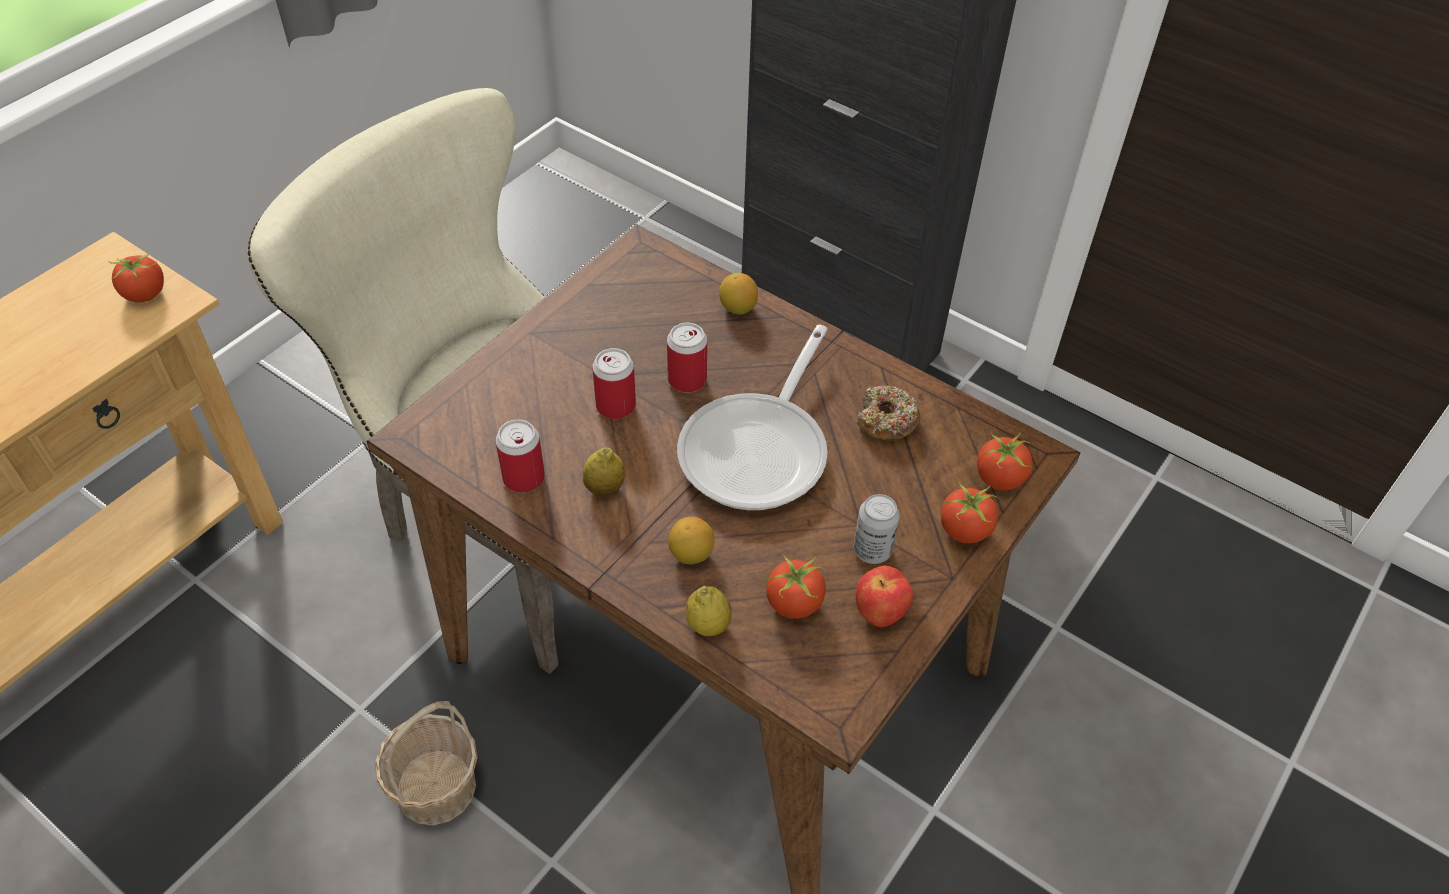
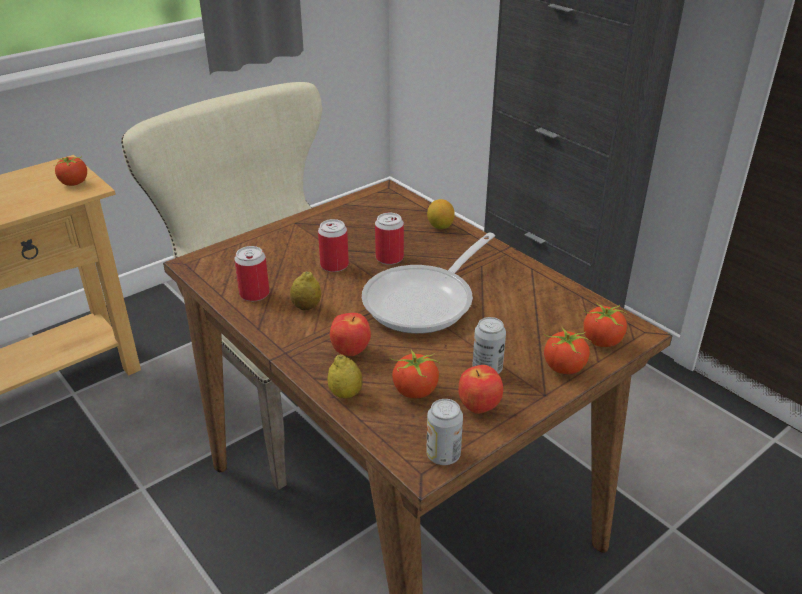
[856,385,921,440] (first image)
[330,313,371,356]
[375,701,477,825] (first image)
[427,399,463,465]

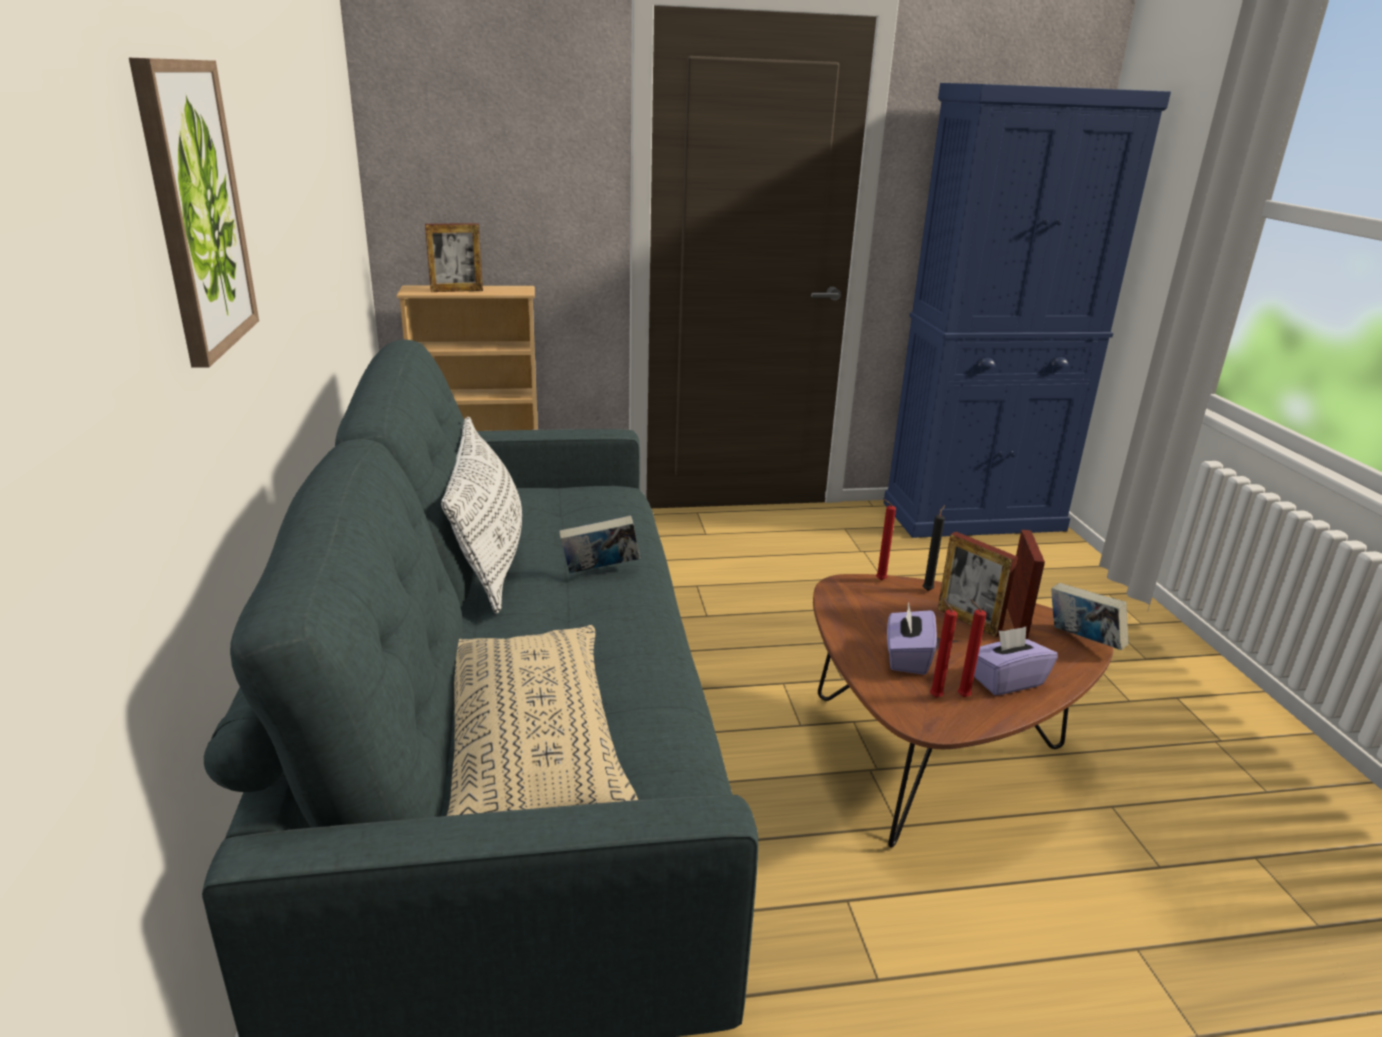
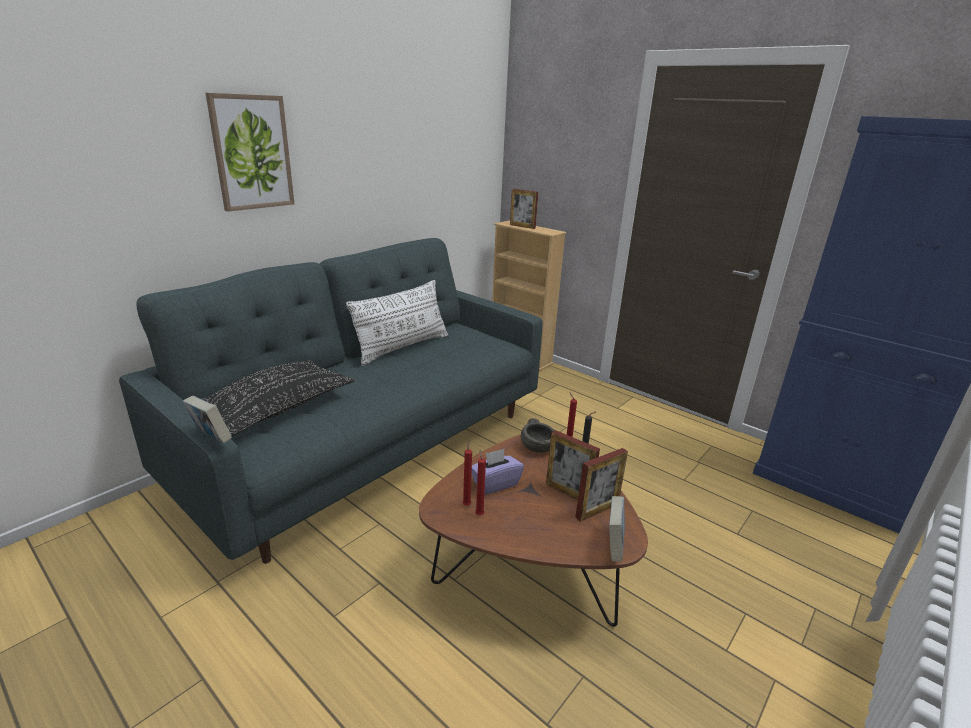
[183,396,232,443]
[546,430,600,500]
[202,360,354,436]
[974,627,1058,695] (first image)
[521,418,554,453]

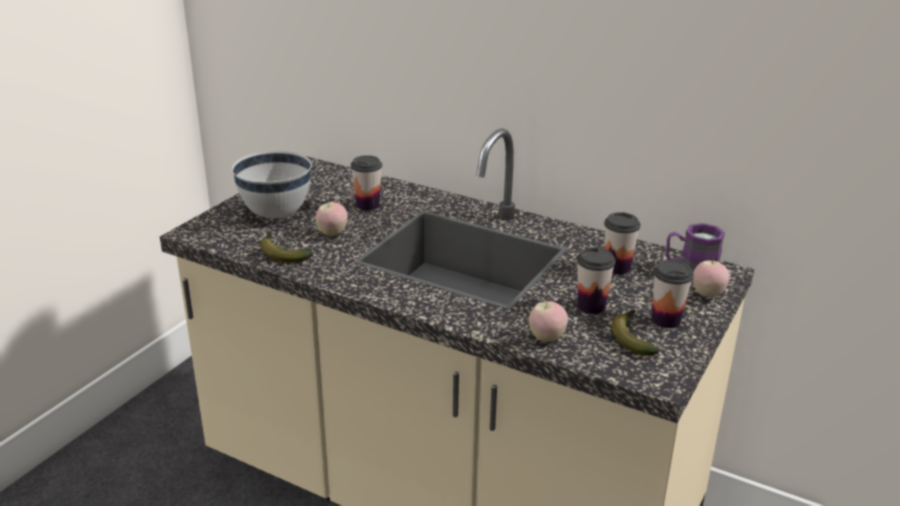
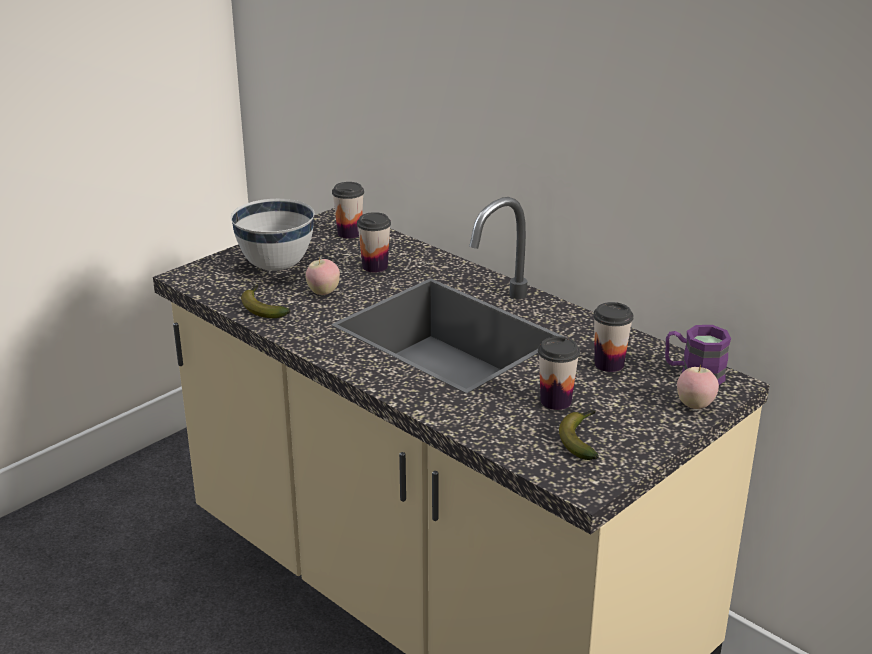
[332,182,364,239]
[529,300,568,342] (first image)

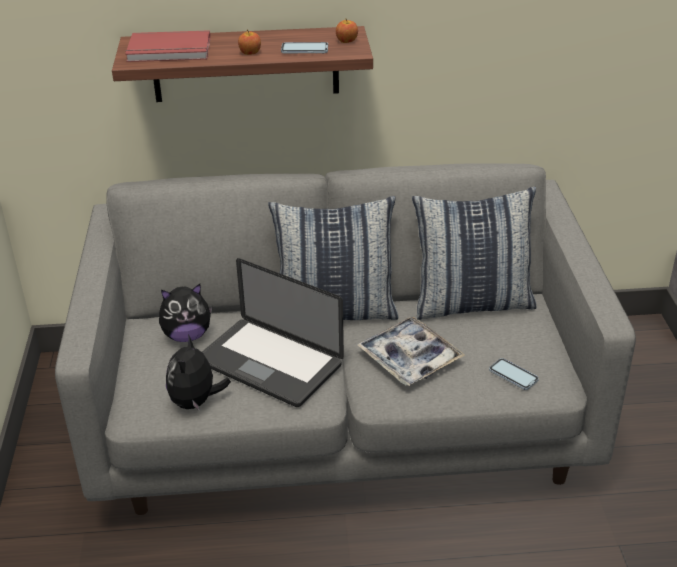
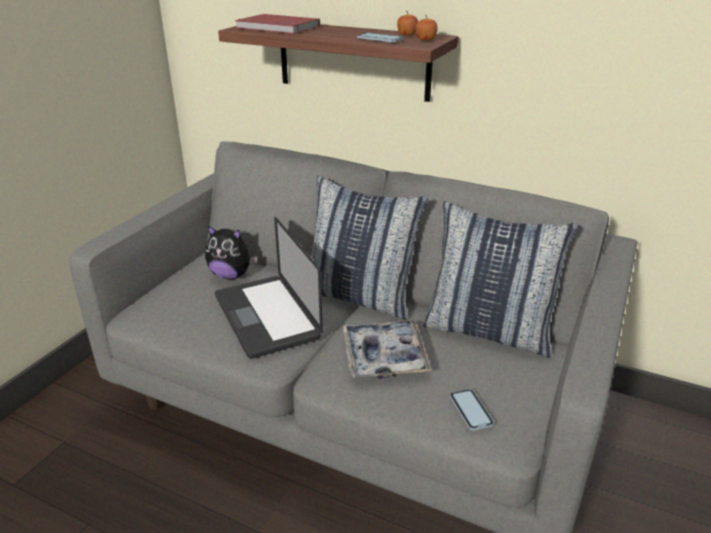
[397,11,418,36]
[166,335,231,411] (first image)

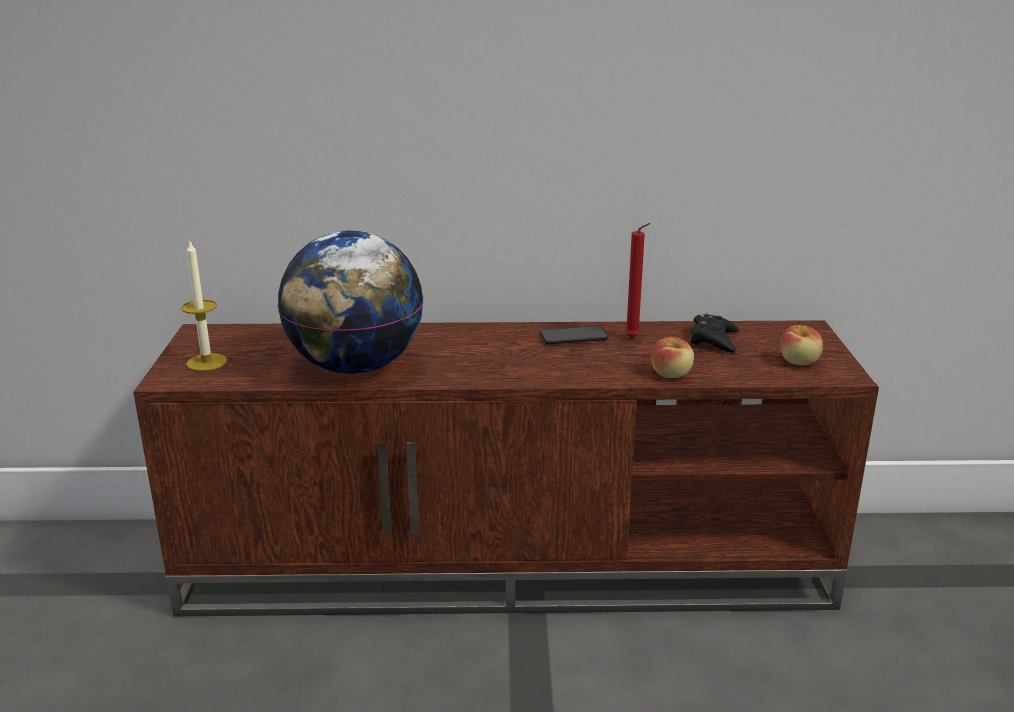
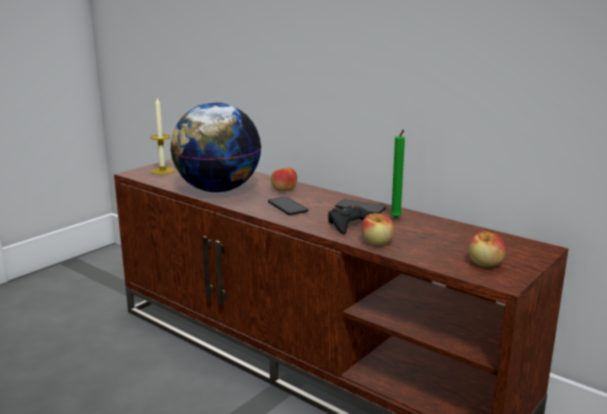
[390,130,405,218]
[328,205,371,234]
[271,167,297,192]
[268,197,308,215]

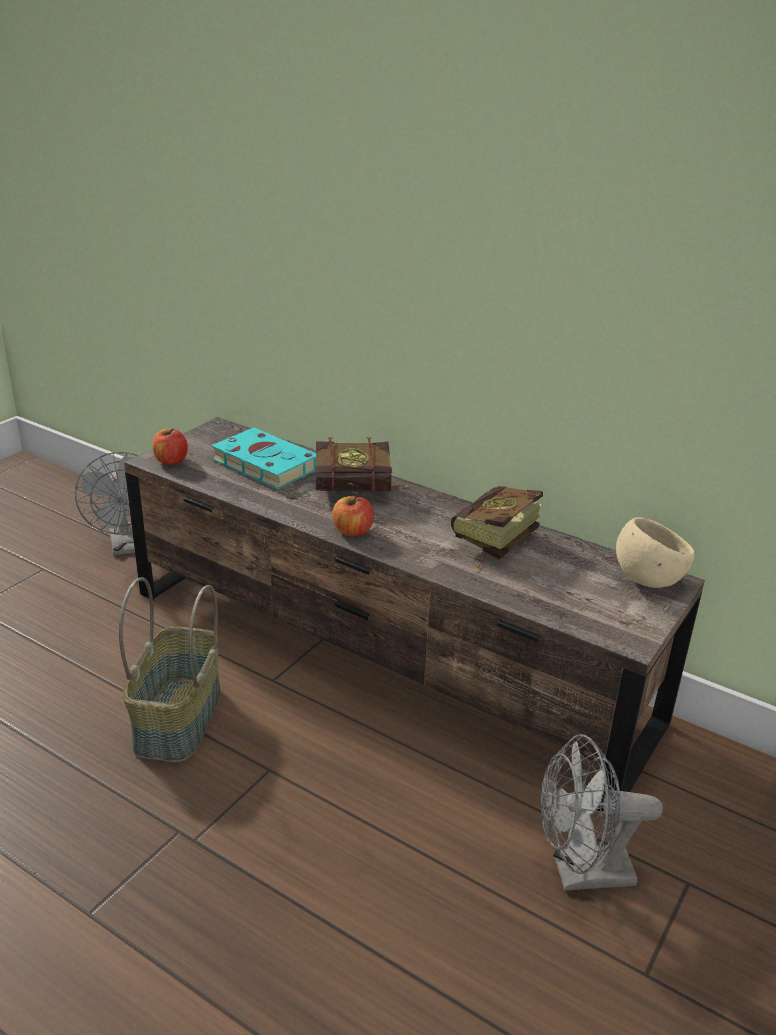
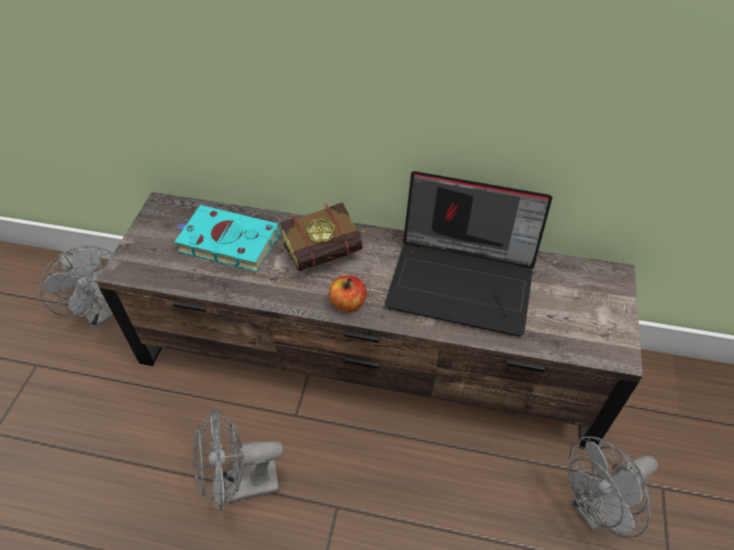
[152,429,188,465] (first image)
[385,171,552,336]
[616,517,694,588] (first image)
[192,408,284,511]

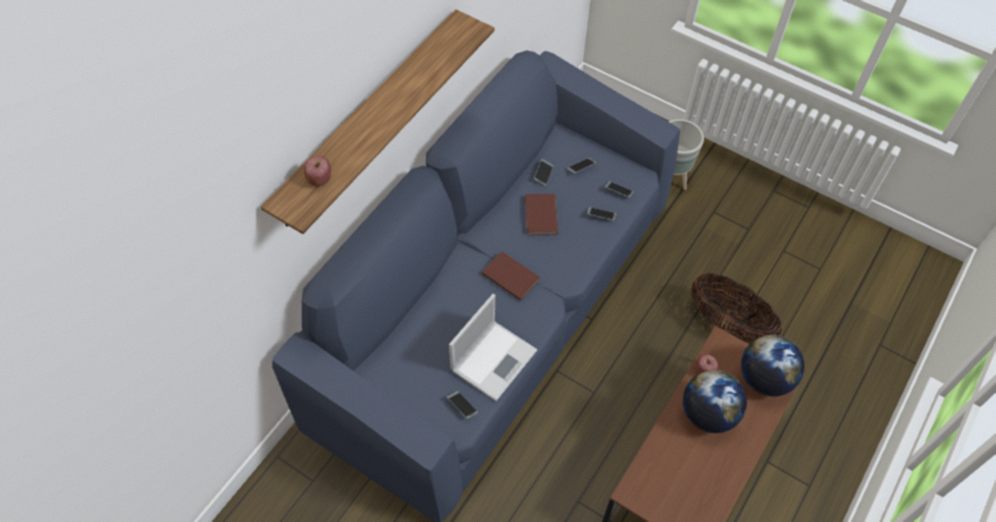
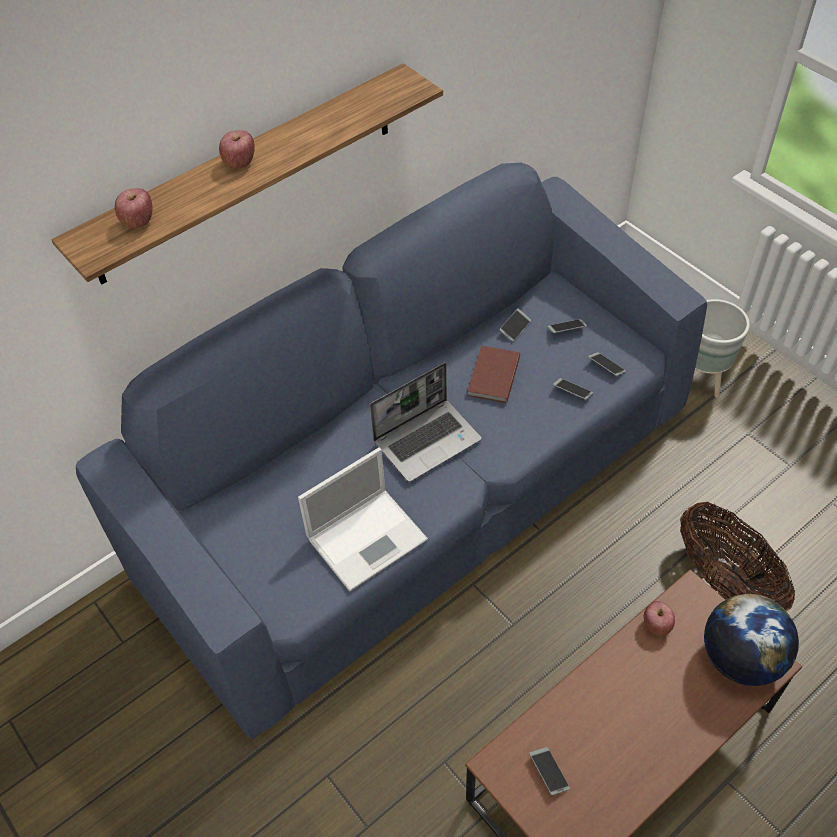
[370,362,482,482]
[683,370,747,433] (first image)
[529,747,570,795]
[219,130,255,169]

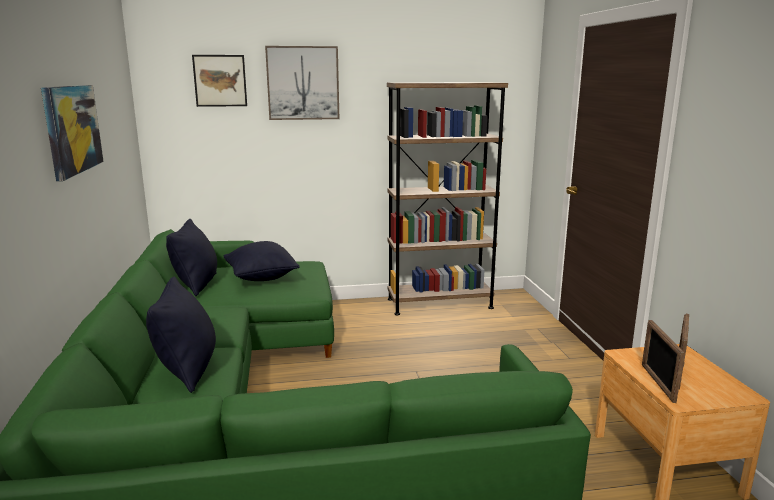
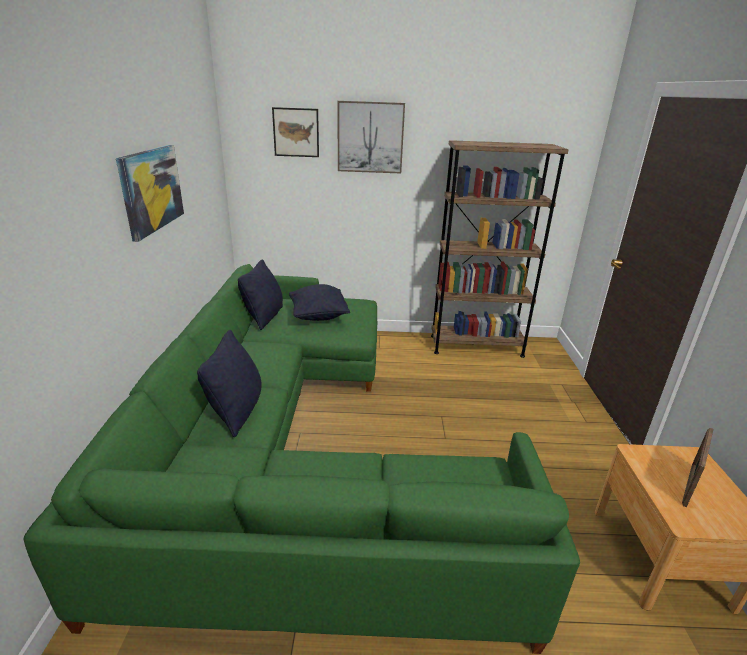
[642,320,685,403] (first image)

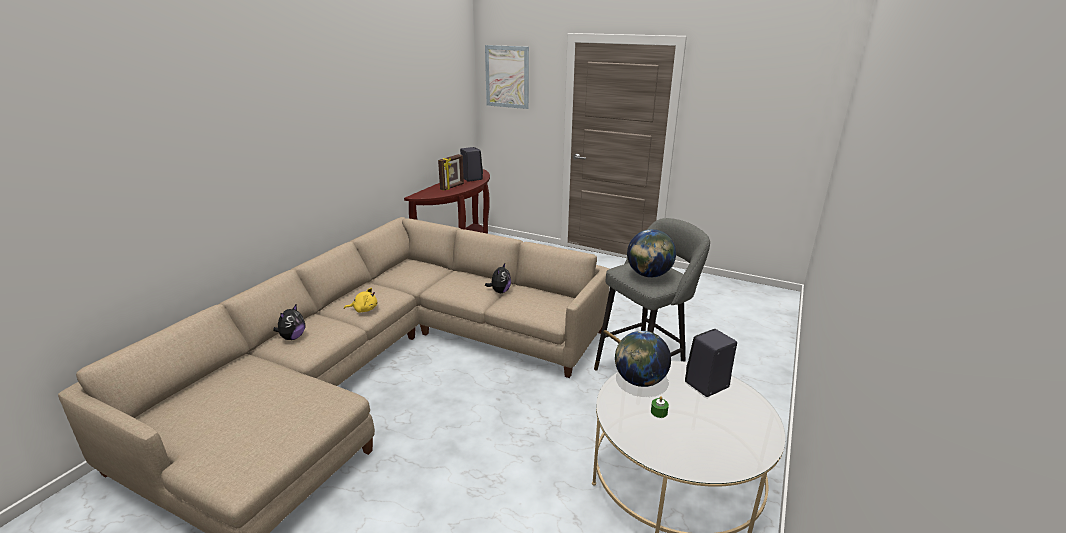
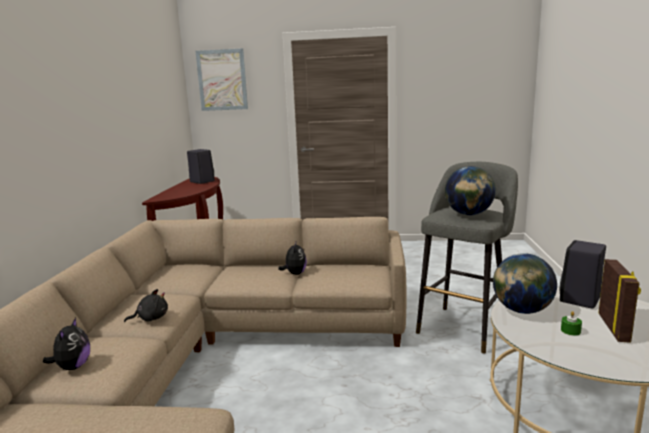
[598,259,641,343]
[124,289,168,322]

